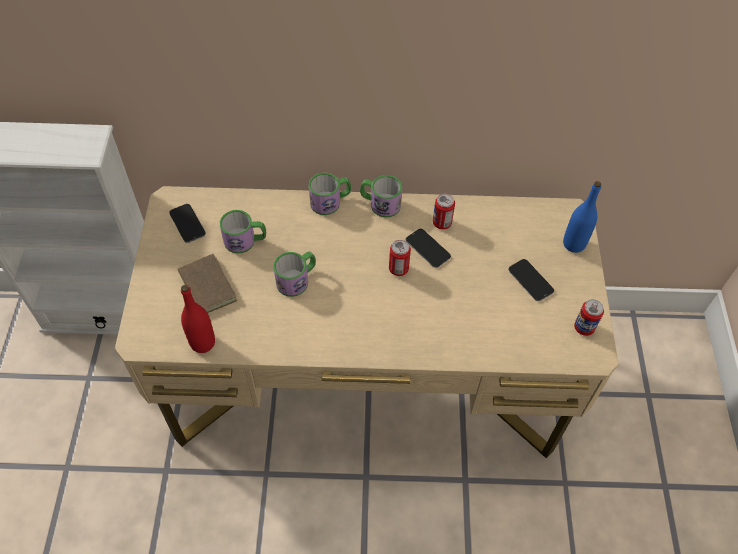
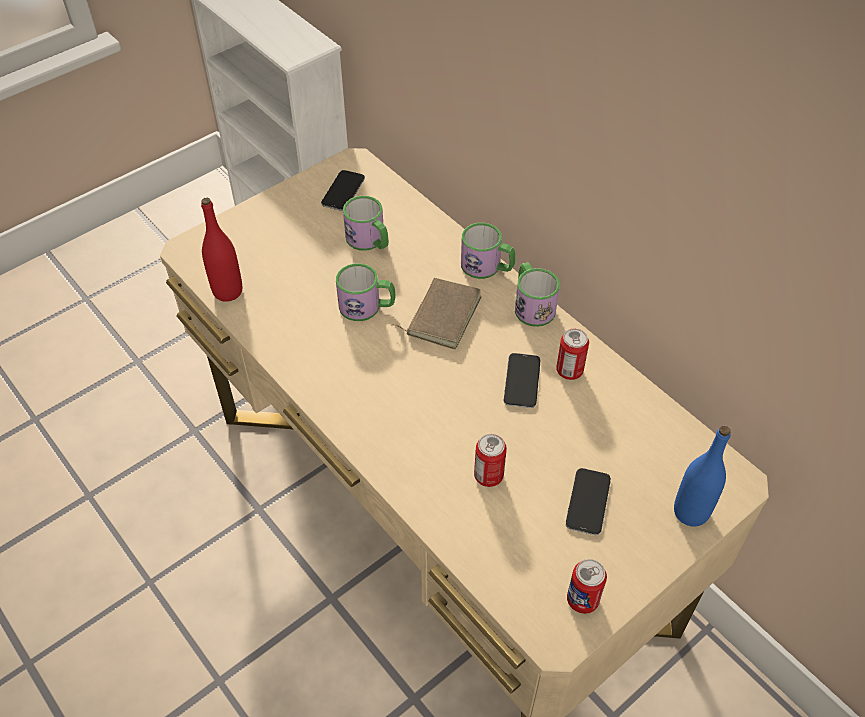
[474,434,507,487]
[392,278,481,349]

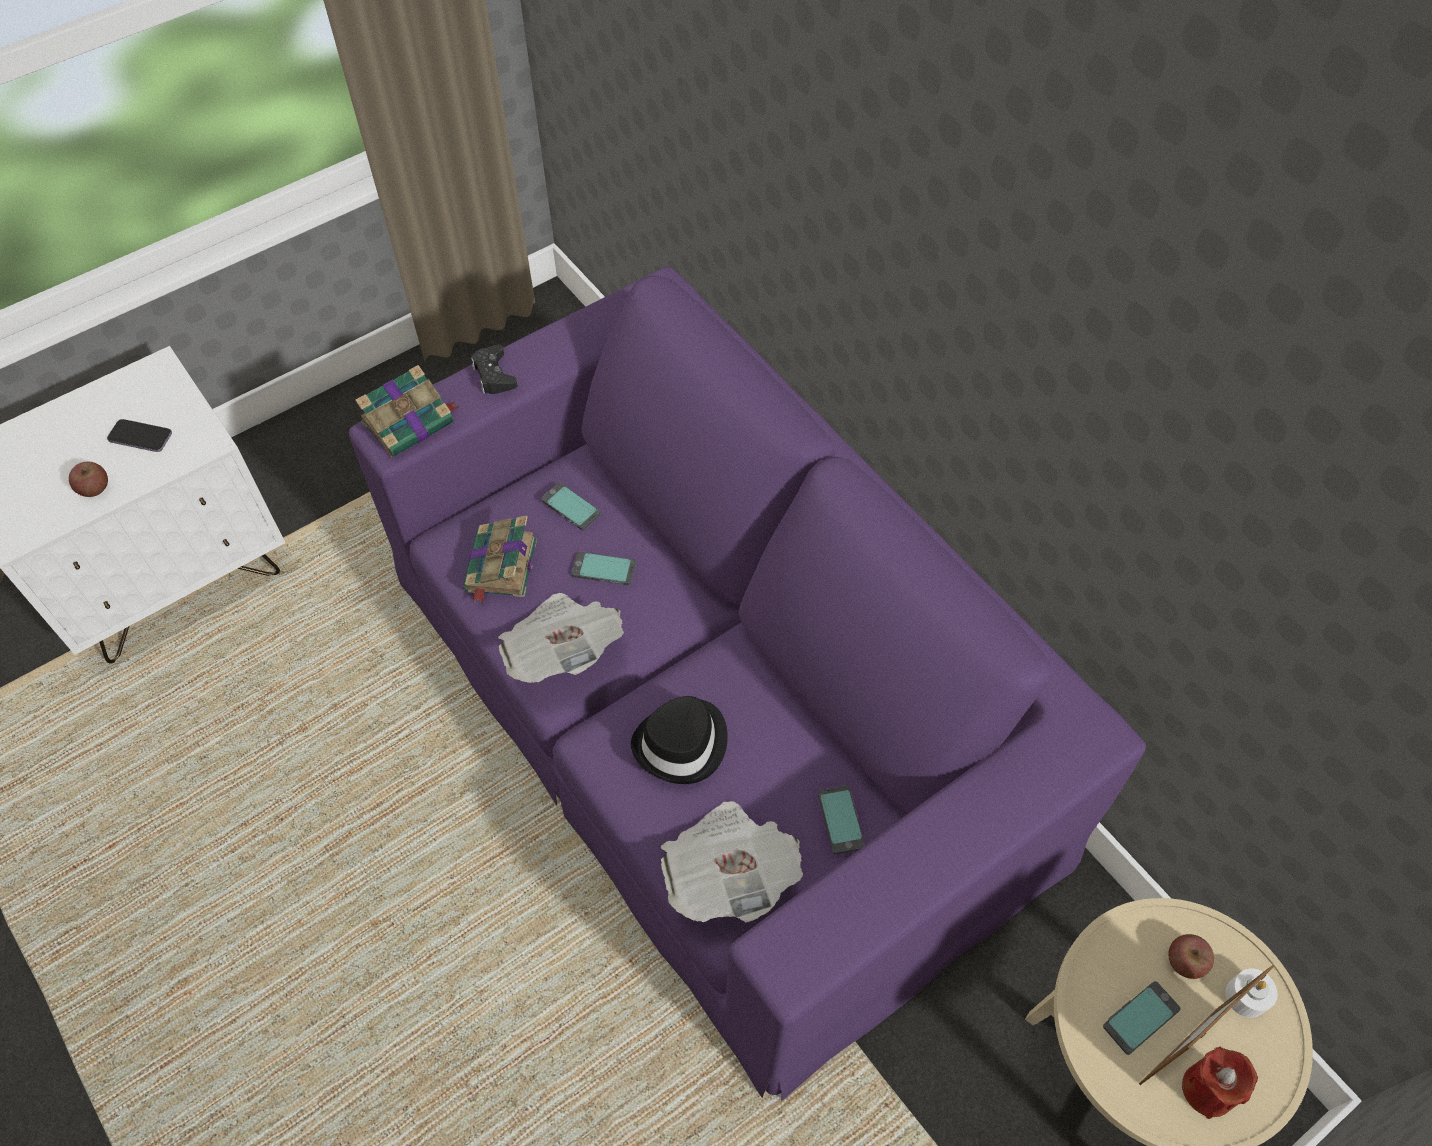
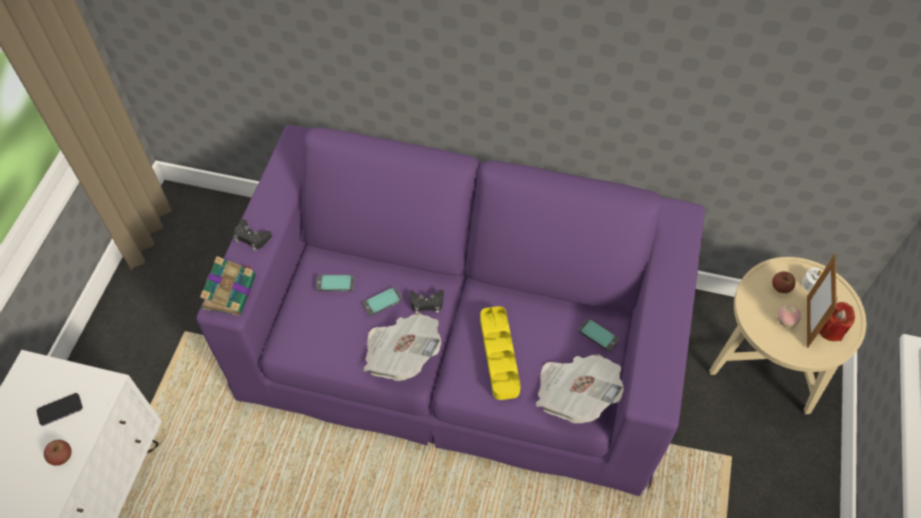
[463,516,537,604] (first image)
[480,306,521,400]
[778,305,801,327]
[409,290,444,313]

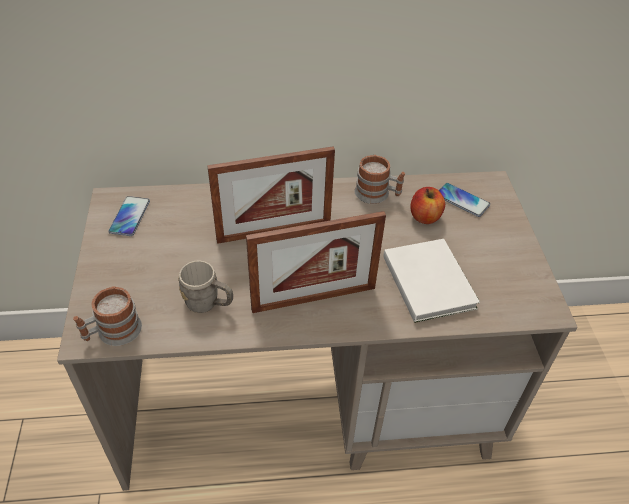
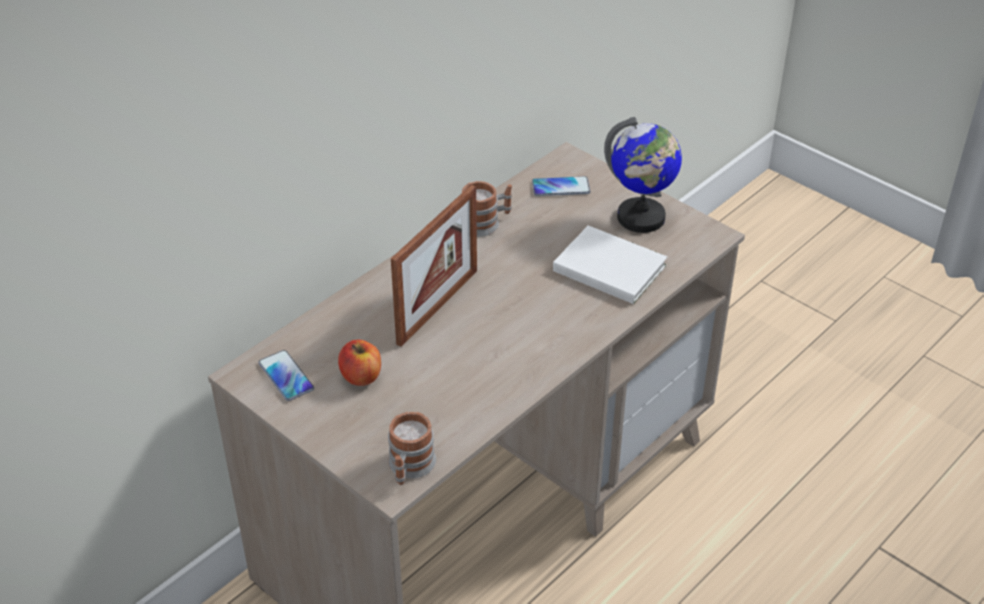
[338,339,381,386]
[246,211,386,313] (first image)
[178,260,233,313] (first image)
[604,117,682,233]

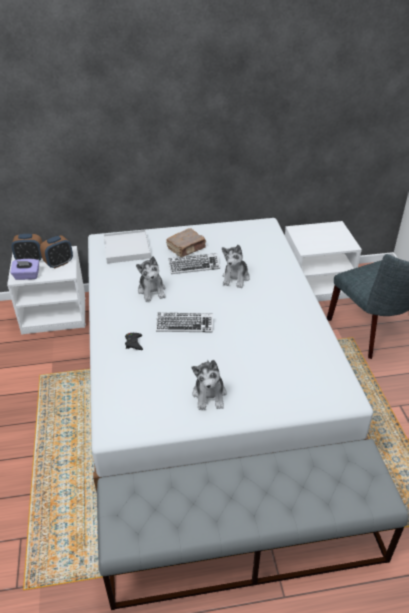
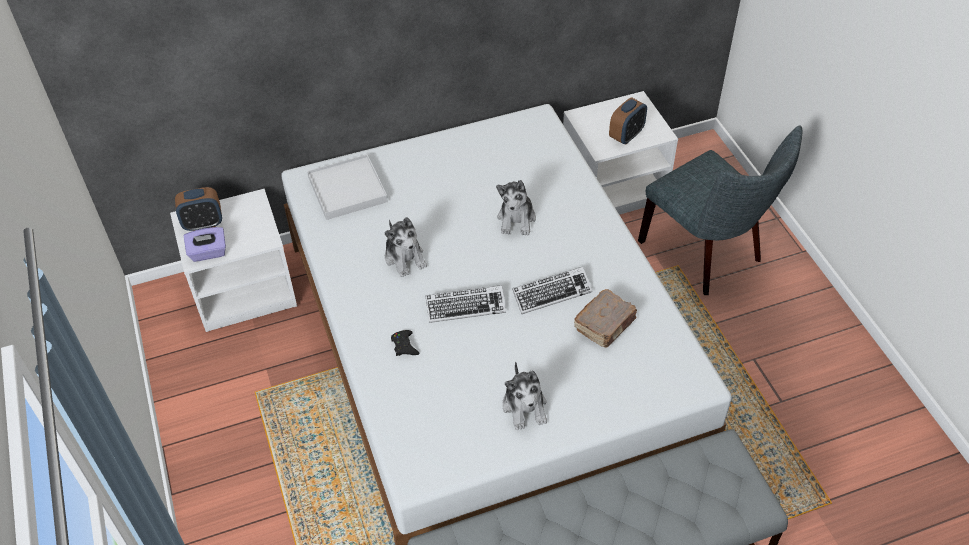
[574,289,637,348]
[609,97,647,144]
[512,267,592,314]

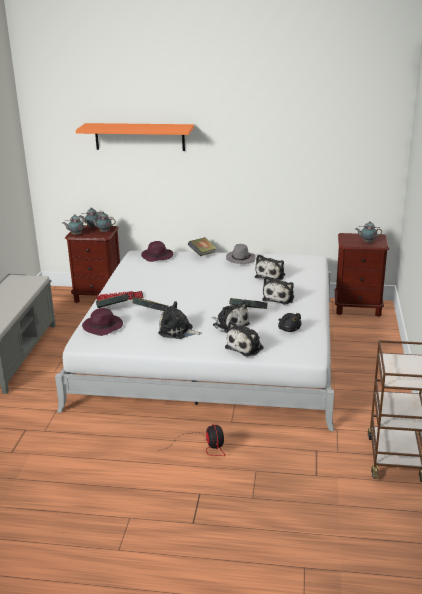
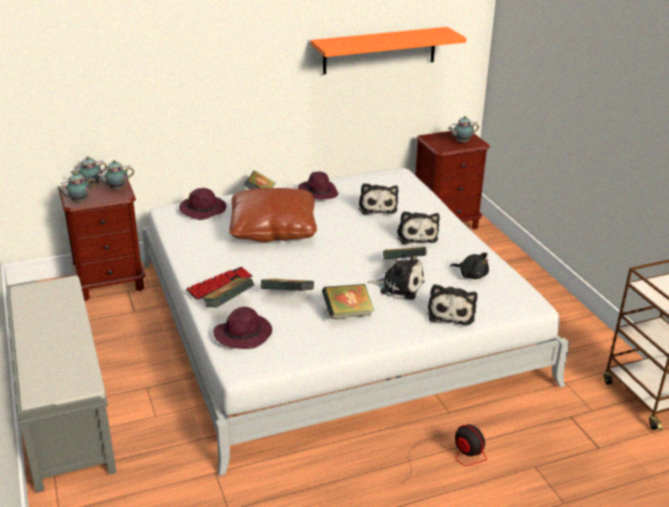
[311,27,467,74]
[298,171,339,200]
[322,284,375,319]
[229,188,317,242]

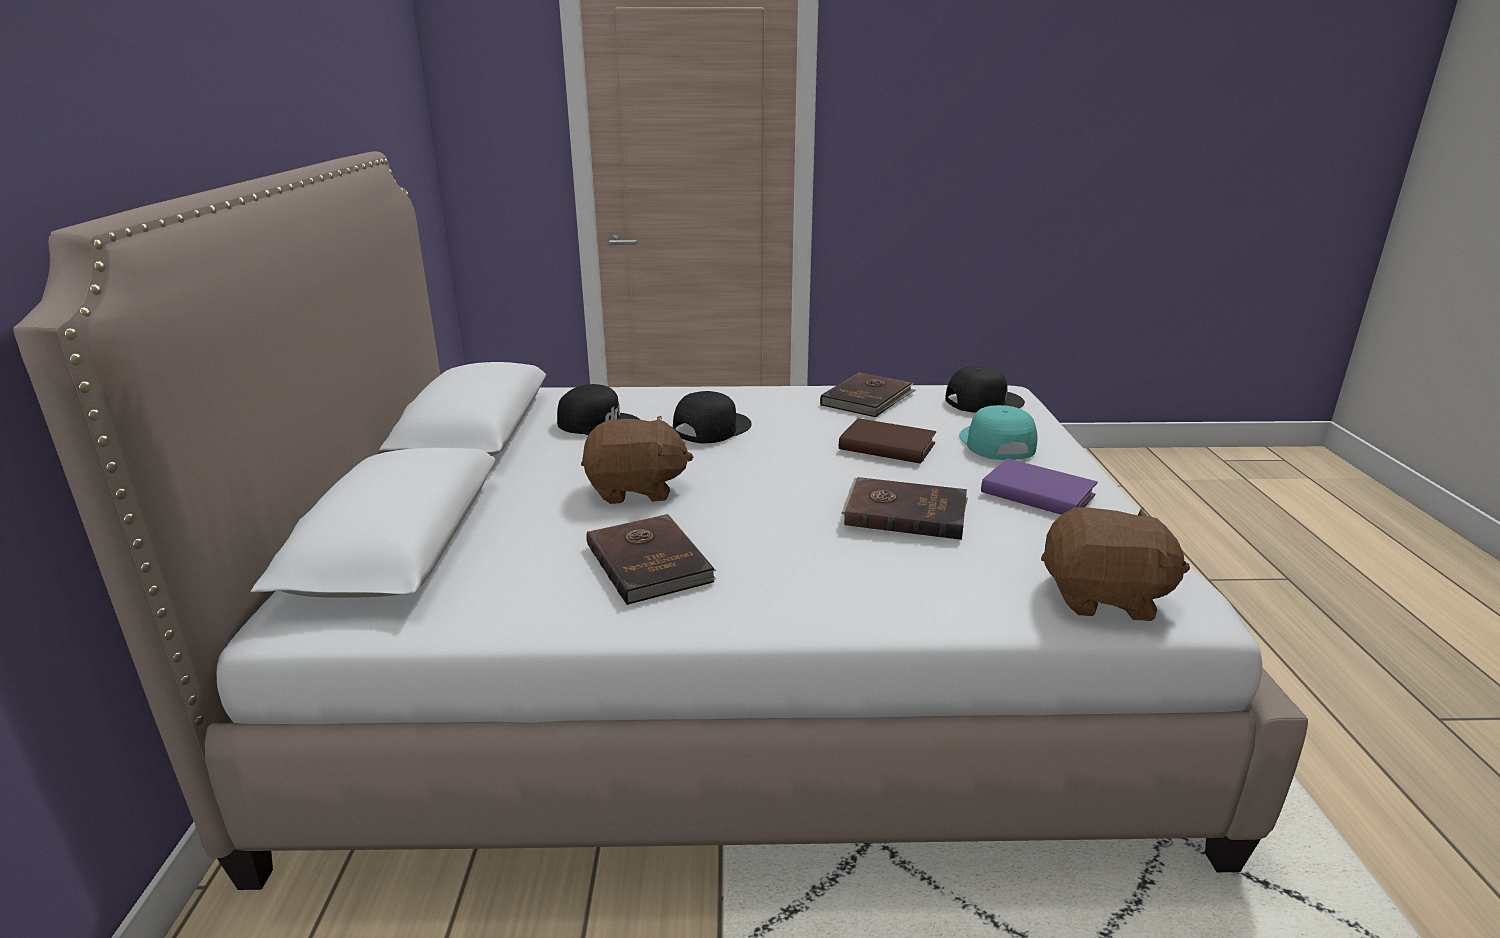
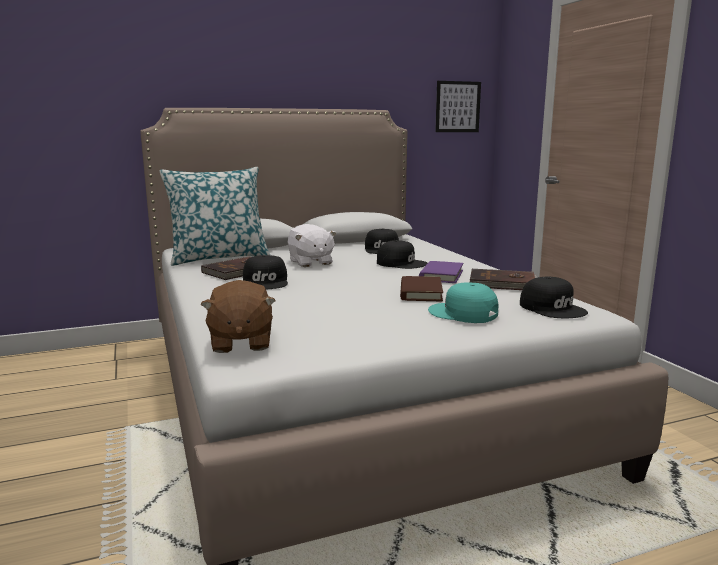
[428,282,499,323]
[287,224,336,267]
[419,261,463,283]
[841,477,968,540] (first image)
[435,81,481,132]
[159,167,270,266]
[243,255,288,290]

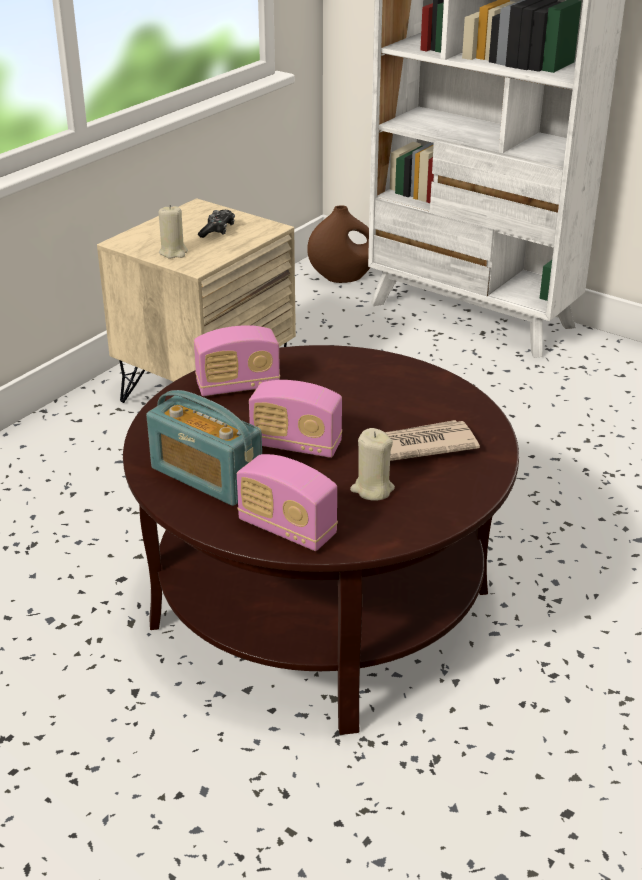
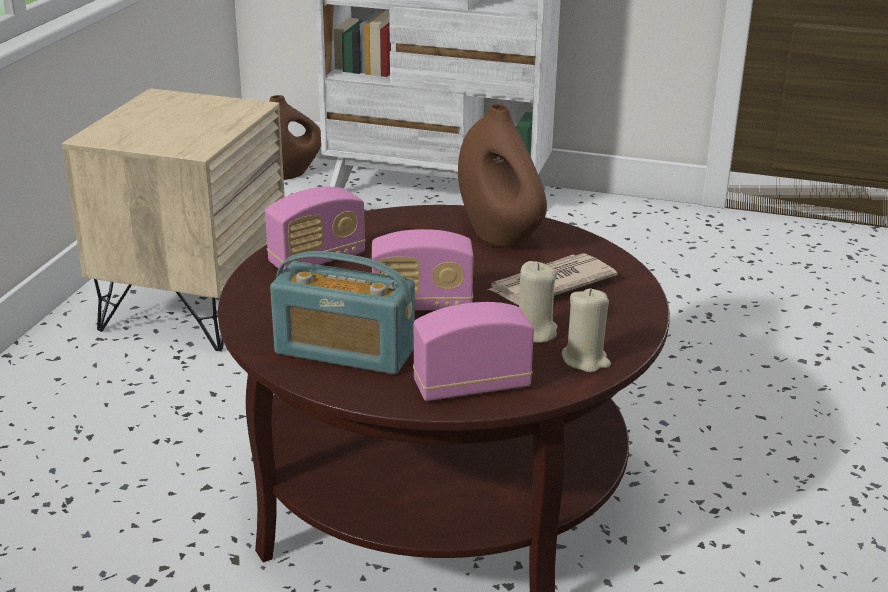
[562,289,611,373]
[198,210,235,238] (first image)
[413,302,534,401]
[458,103,547,247]

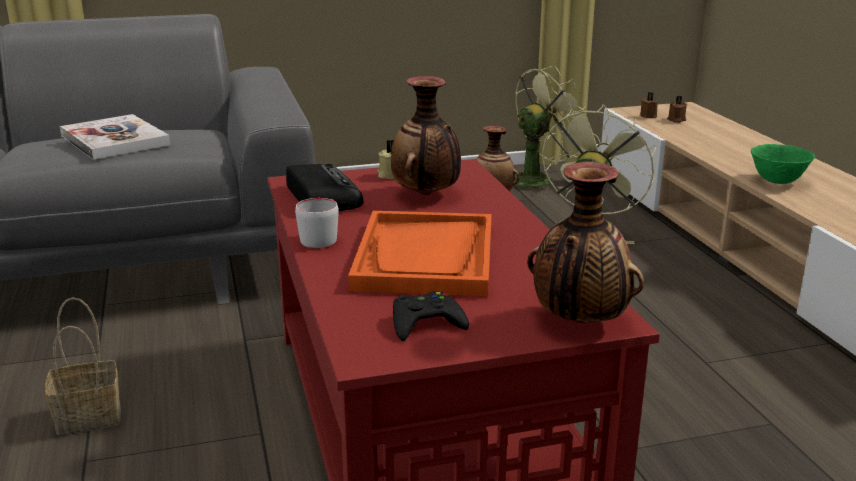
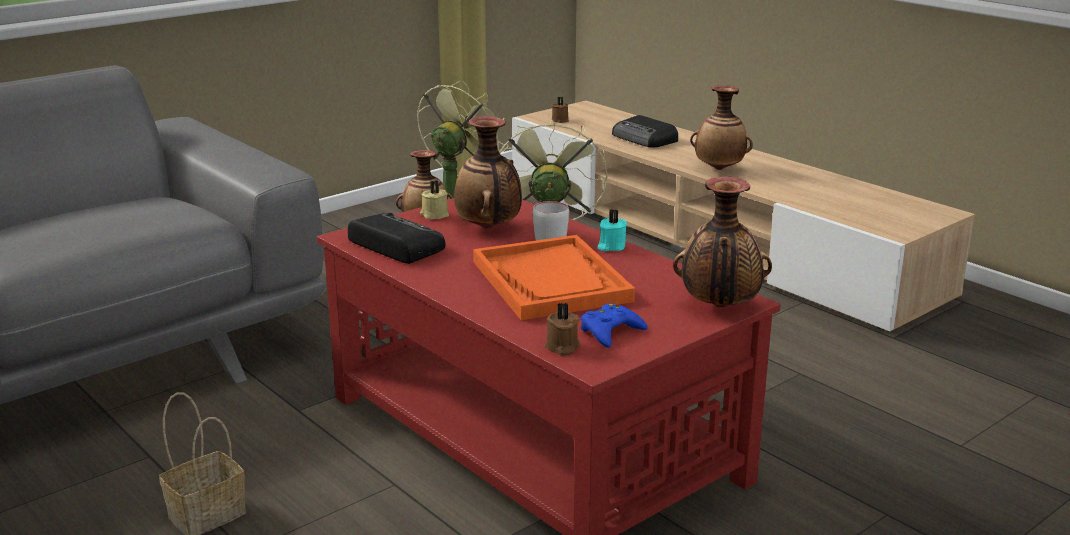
[544,303,580,356]
[60,114,170,160] (first image)
[690,85,753,170]
[532,201,569,240]
[581,303,648,348]
[612,115,678,148]
[597,209,627,251]

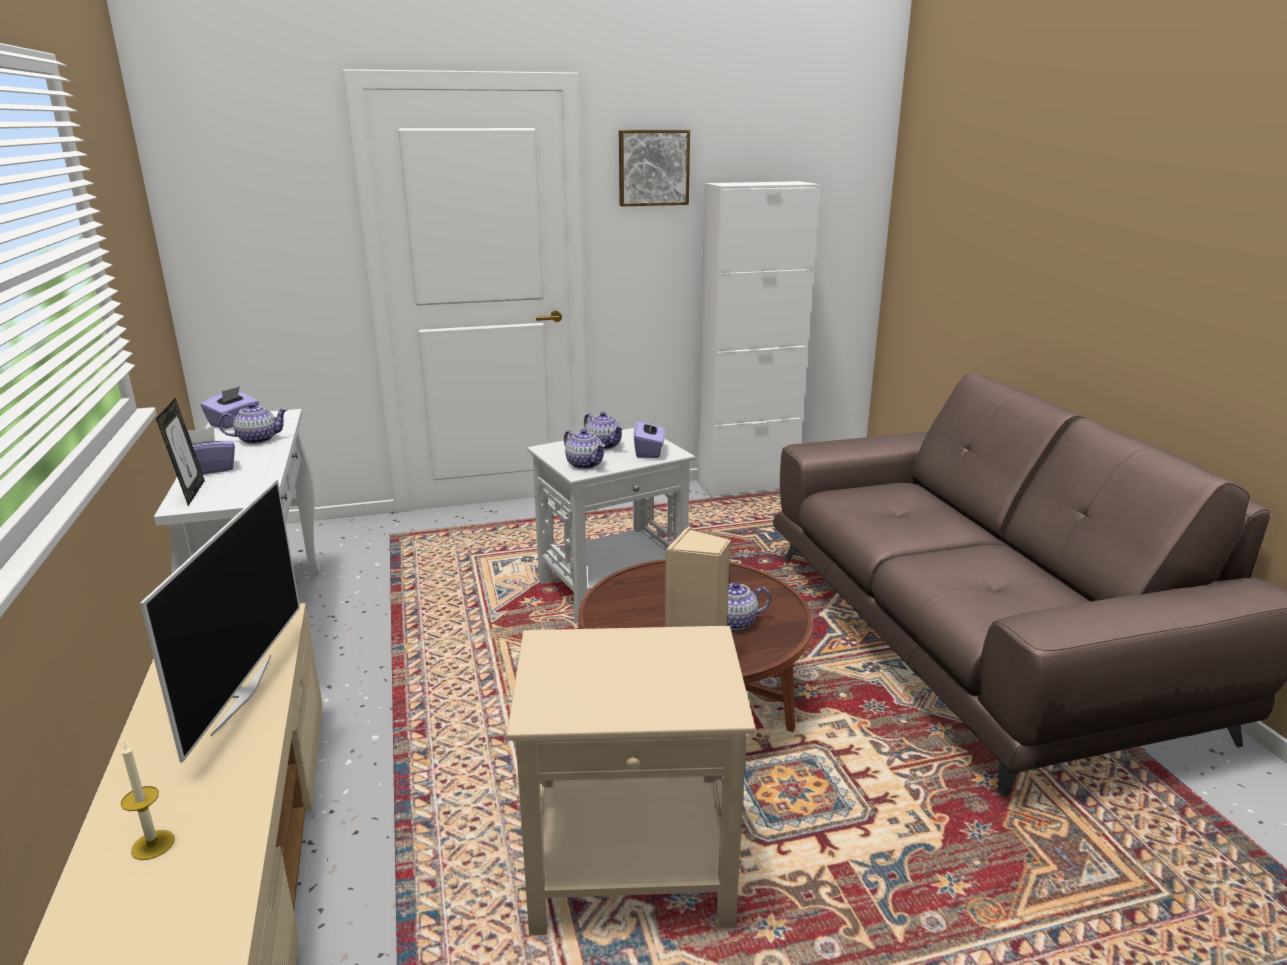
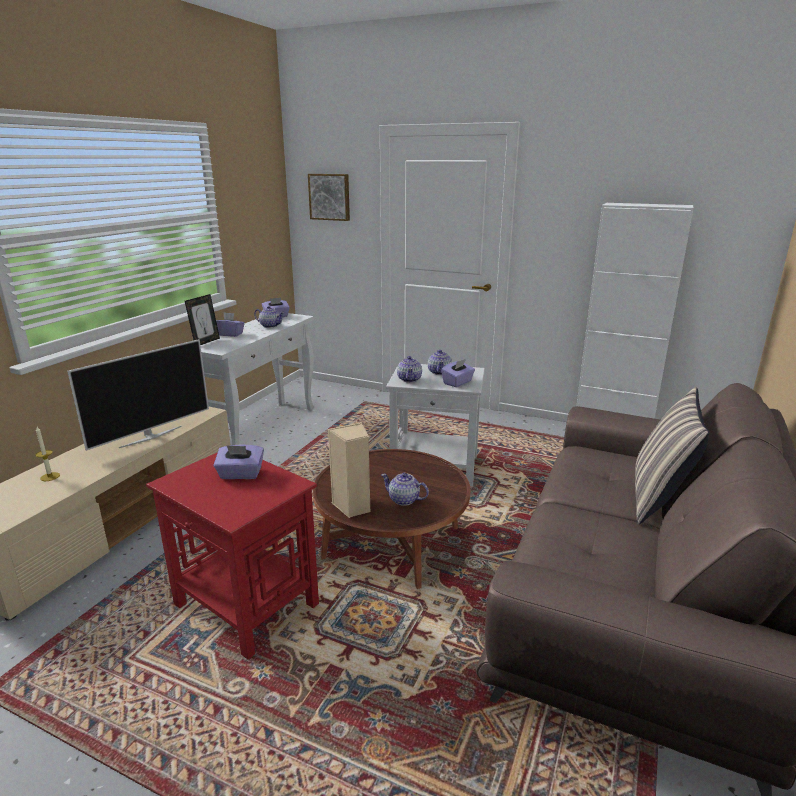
[308,174,350,221]
[146,452,319,660]
[635,387,710,524]
[213,444,264,479]

